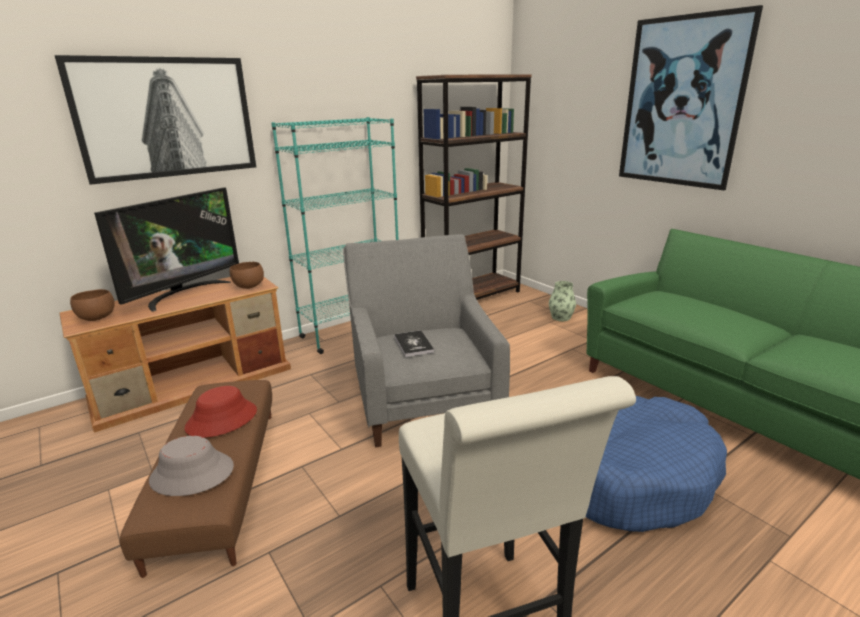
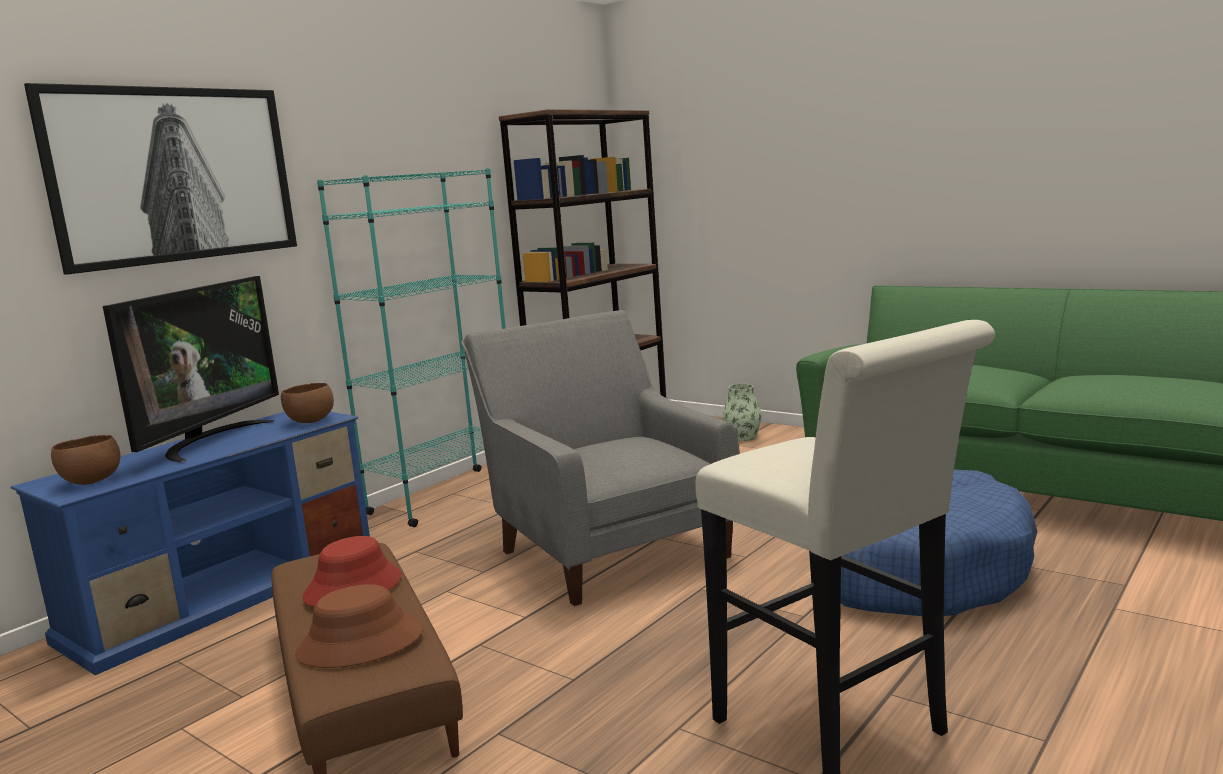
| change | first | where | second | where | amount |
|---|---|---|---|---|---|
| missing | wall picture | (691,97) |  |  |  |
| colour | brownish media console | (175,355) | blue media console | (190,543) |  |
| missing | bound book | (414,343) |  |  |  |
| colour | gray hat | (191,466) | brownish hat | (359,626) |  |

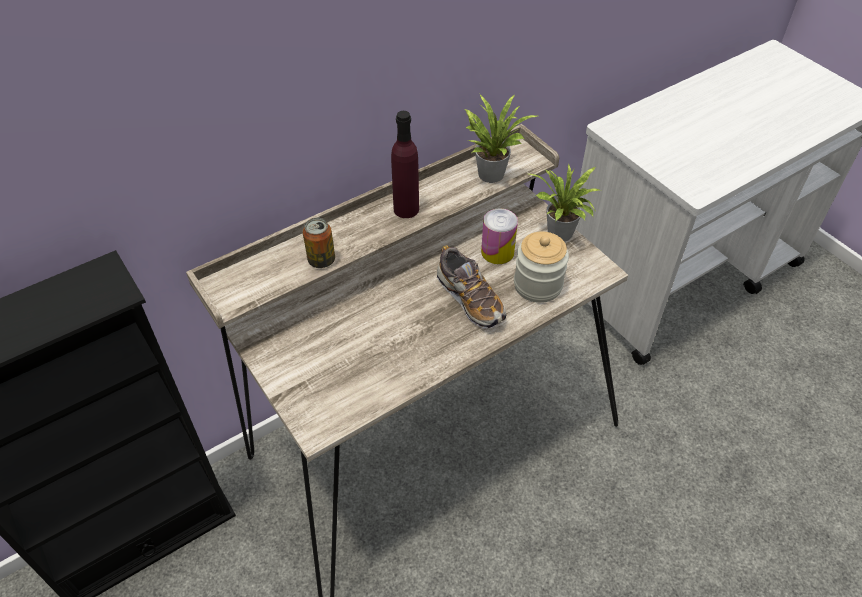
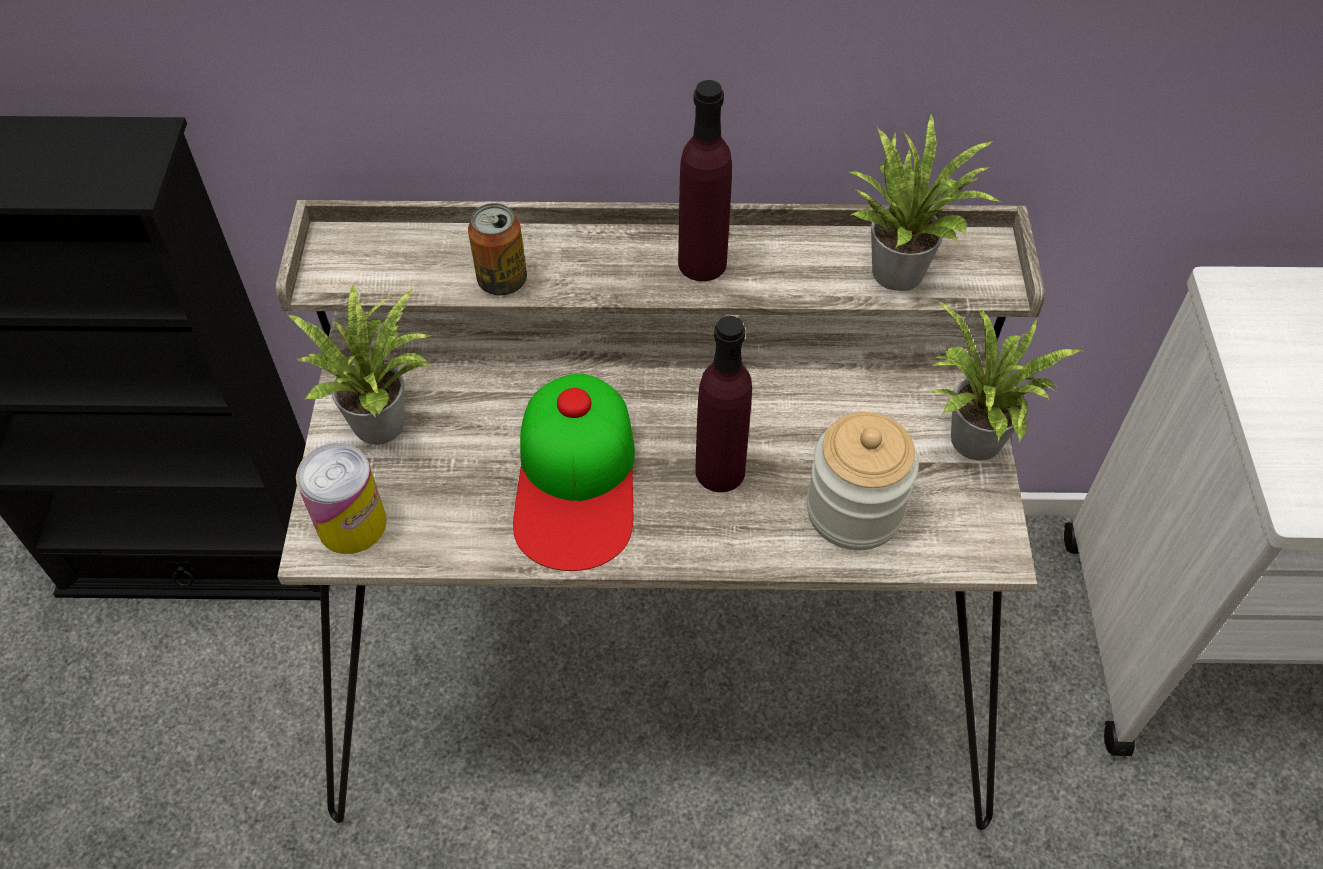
| change | first | where | second | where | amount |
|---|---|---|---|---|---|
| relocated | metal can | (499,236) |  | (341,498) |  |
| exchanged | low shoe | (471,287) | purplish drink bottle | (723,404) |  |
| appeared |  |  | houseplant | (360,363) |  |
| appeared |  |  | peaked cap | (574,472) |  |

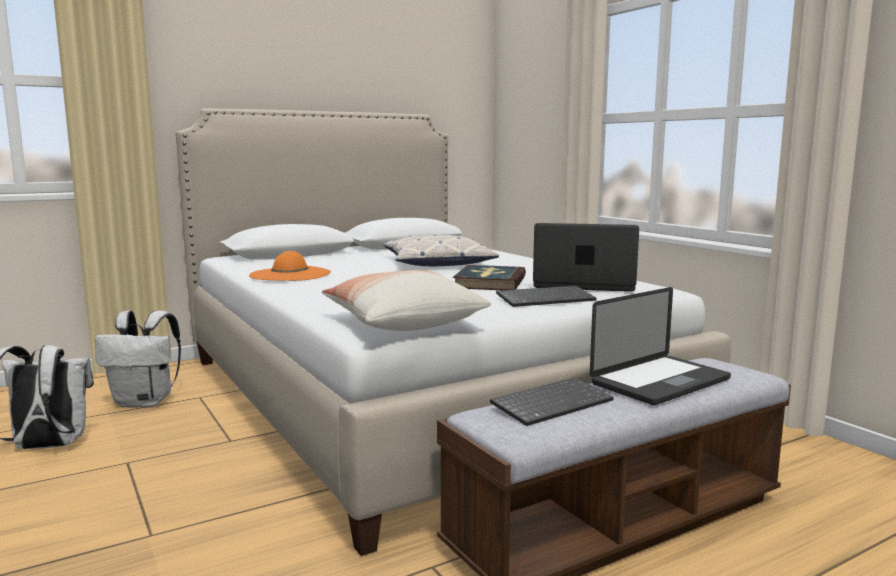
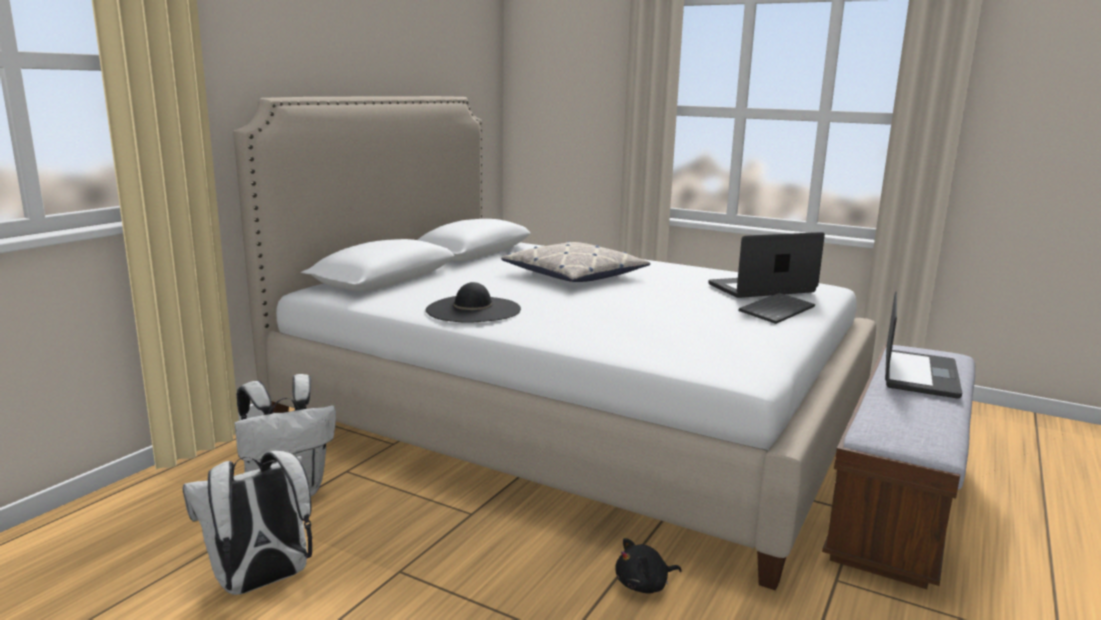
| change | first | where | second | where | amount |
|---|---|---|---|---|---|
| colour | orange hat | (290,266) | black-coloured hat | (473,302) |  |
| missing | bound book | (489,277) |  |  |  |
| missing | cushion | (406,300) |  |  |  |
| missing | PC keyboard | (552,401) |  |  |  |
| appeared |  |  | black-coloured soft toy | (648,565) |  |

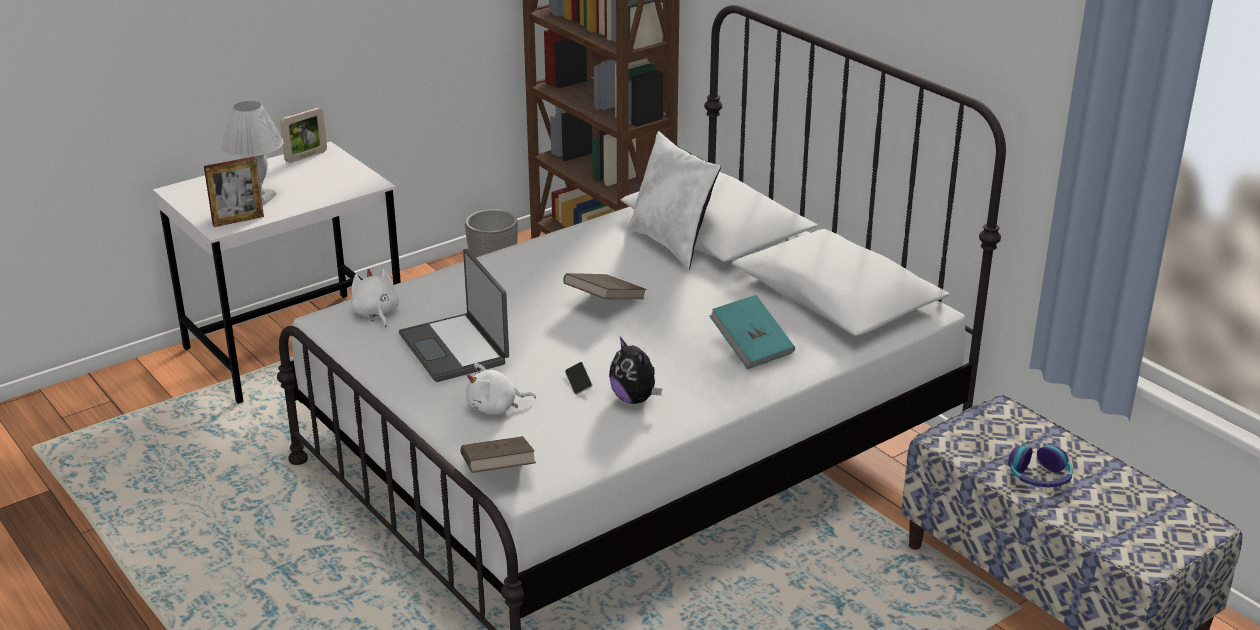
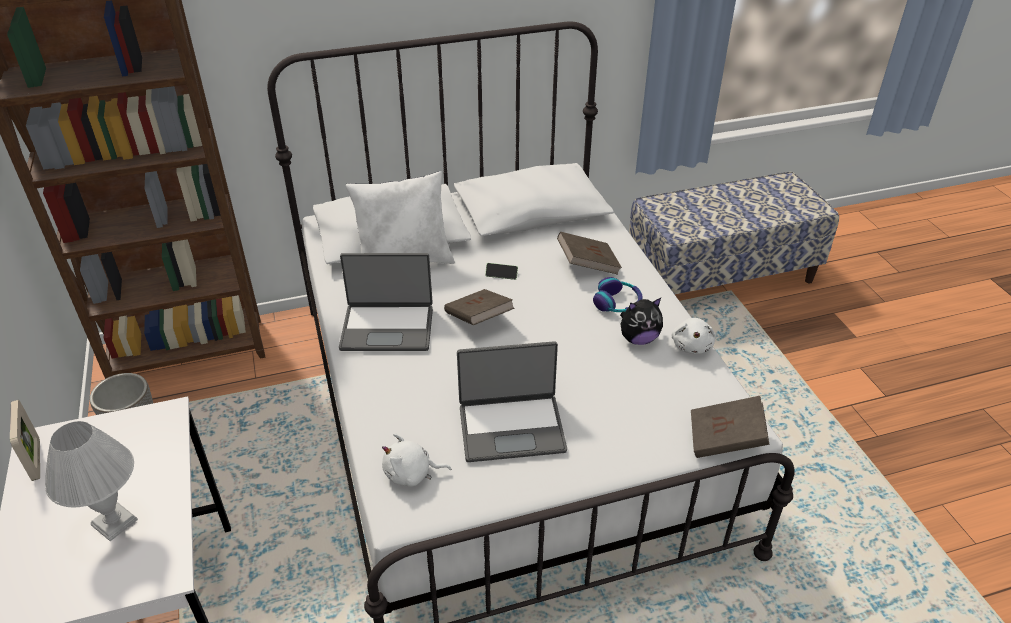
| change | first | where | second | where | amount |
|---|---|---|---|---|---|
| missing | photo frame | (234,192) |  |  |  |
| colour | turquoise bound book | (752,332) | brownish bound book | (589,253) |  |
| relocated | phone | (579,378) |  | (501,271) |  |
| relocated | white soft toy | (501,388) |  | (693,336) |  |
| relocated | pair of headphones | (1040,466) |  | (618,294) |  |
| appeared |  |  | notebook computer | (386,302) |  |

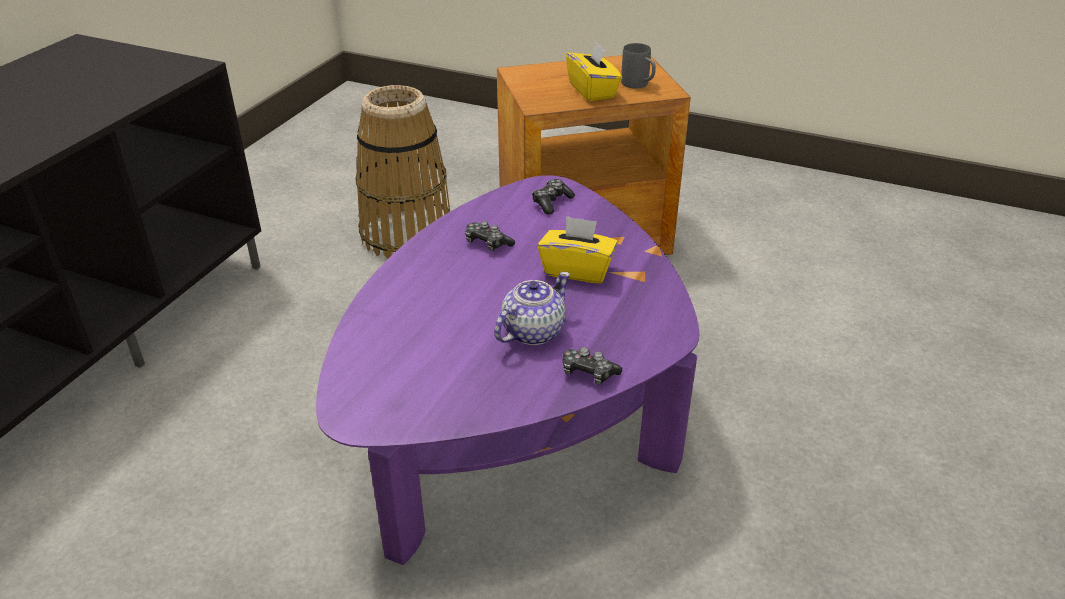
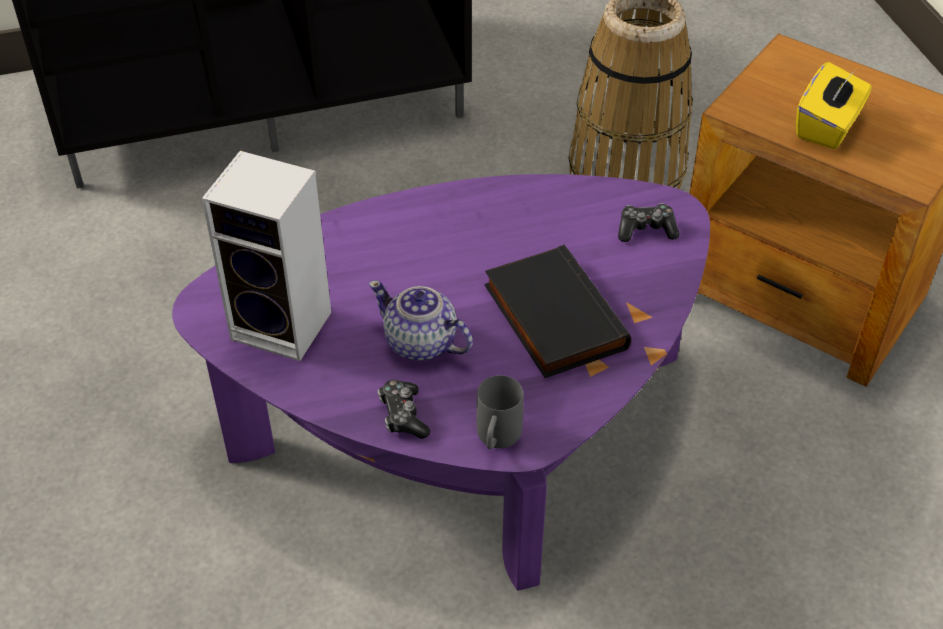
| change | first | where | second | where | amount |
|---|---|---|---|---|---|
| relocated | gray mug | (638,66) |  | (500,412) |  |
| exchanged | yellowish tissue box | (578,249) | black-coloured bound book | (558,311) |  |
| missing | gamepad | (490,236) |  |  |  |
| spun | teapot | (532,308) |  | (420,320) | 150 degrees counterclockwise |
| appeared |  |  | speaker | (266,256) |  |

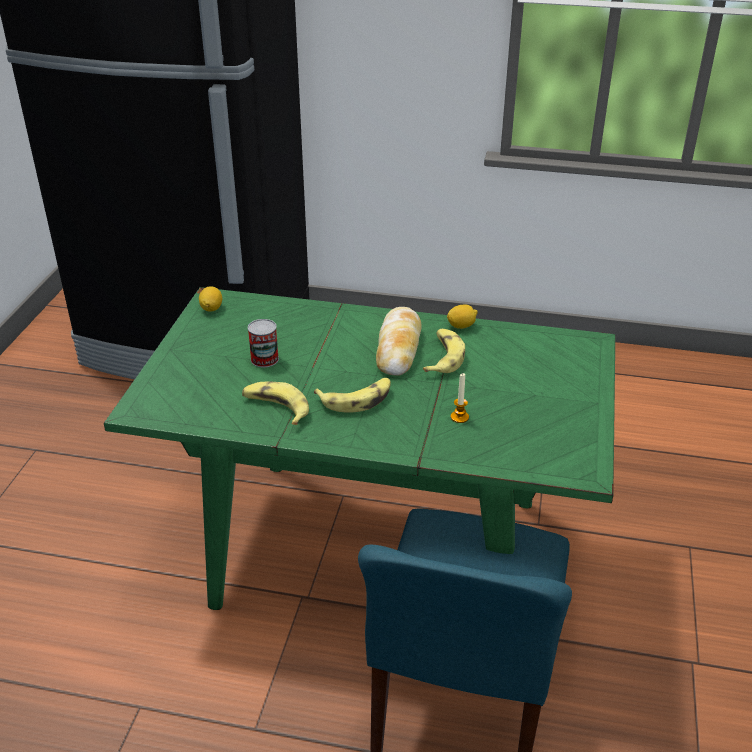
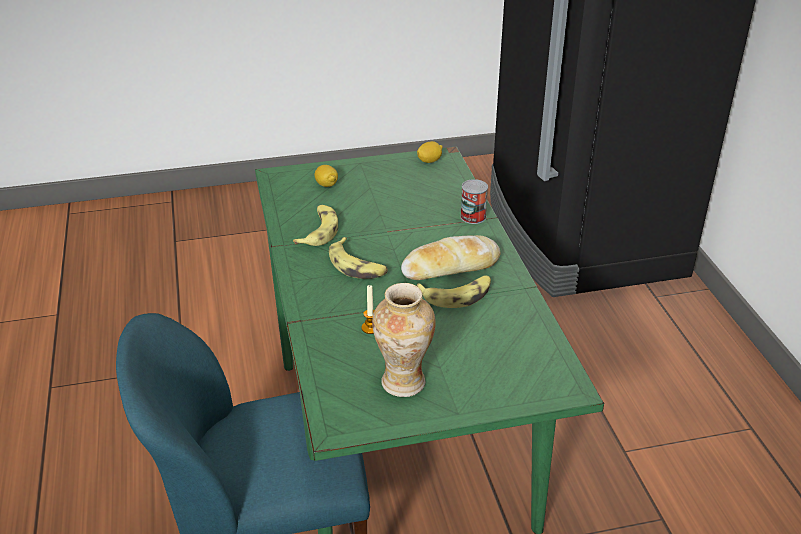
| change | first | where | second | where | amount |
|---|---|---|---|---|---|
| relocated | lemon | (462,316) |  | (326,176) |  |
| relocated | metal can | (263,343) |  | (474,201) |  |
| appeared |  |  | decorative vase | (404,340) |  |

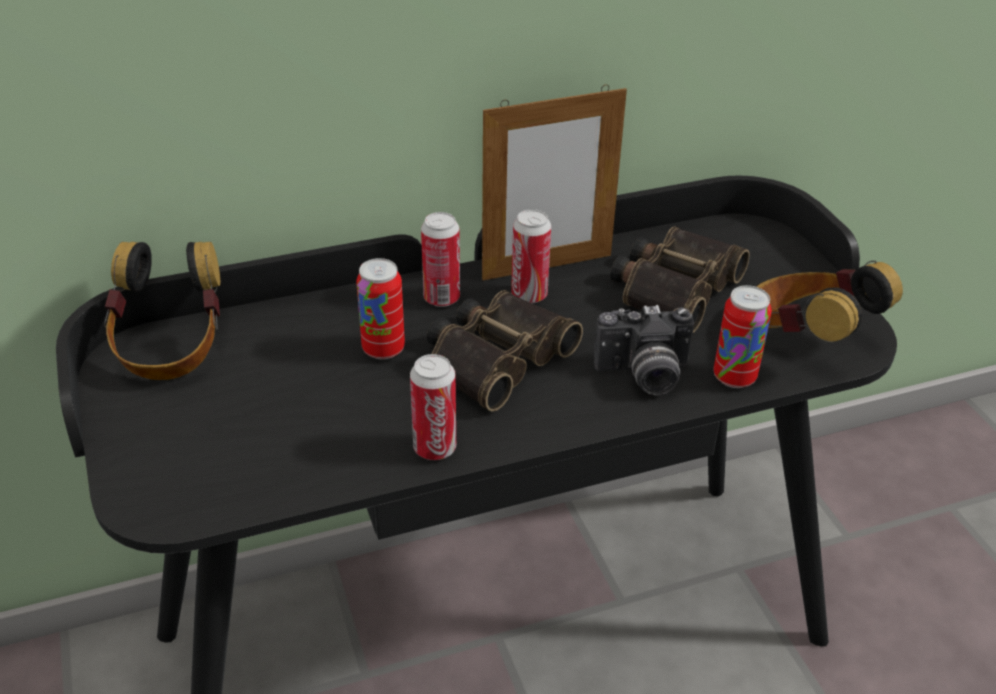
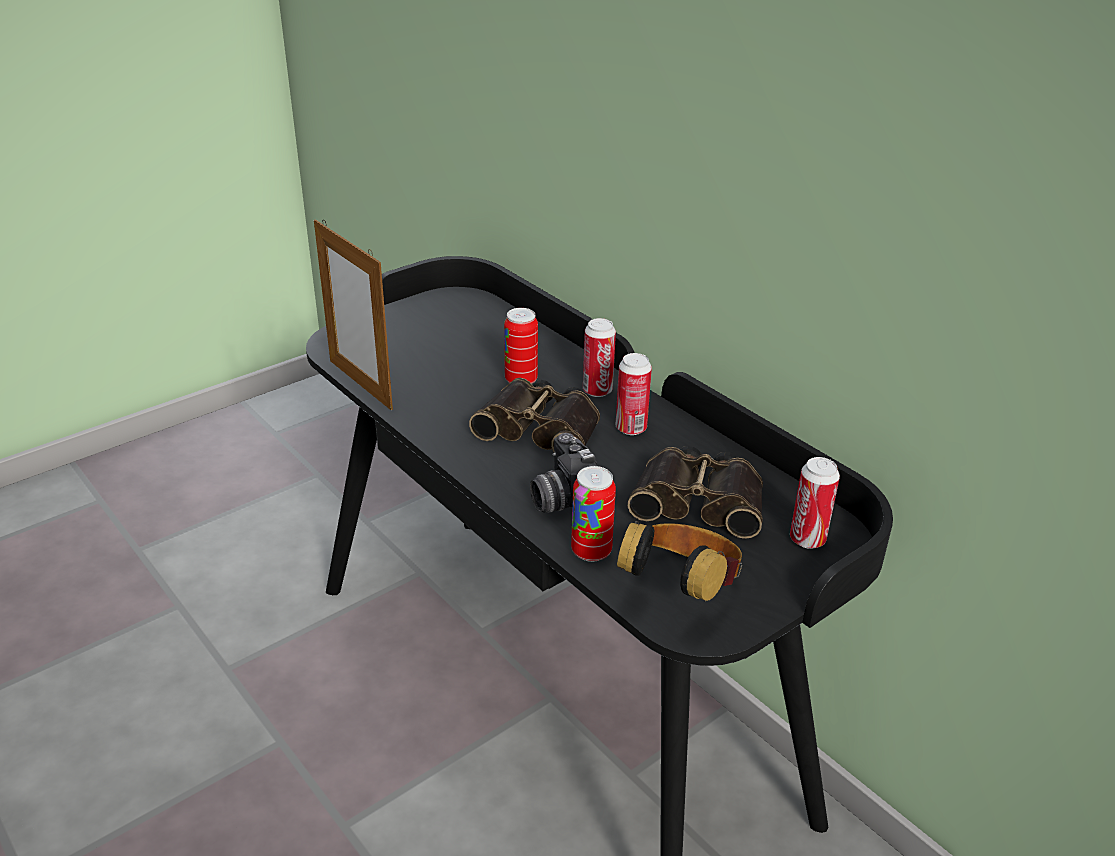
| change | first | where | second | where | amount |
|---|---|---|---|---|---|
| relocated | photo frame | (554,182) |  | (353,314) |  |
| missing | pair of headphones | (162,311) |  |  |  |
| relocated | metal can | (433,407) |  | (815,503) |  |

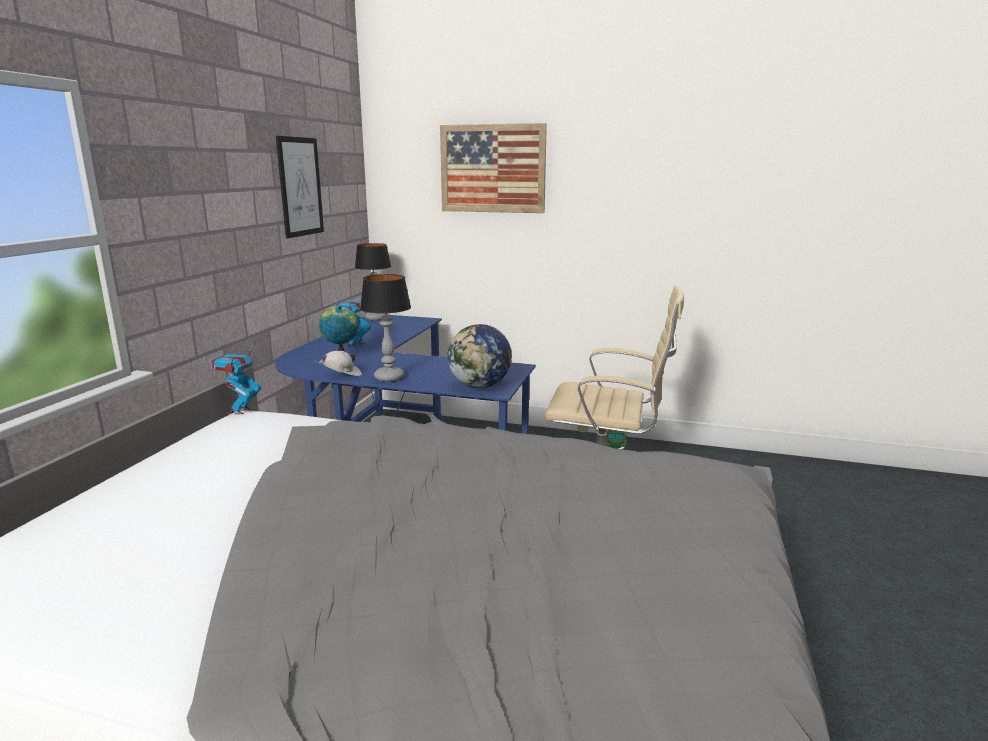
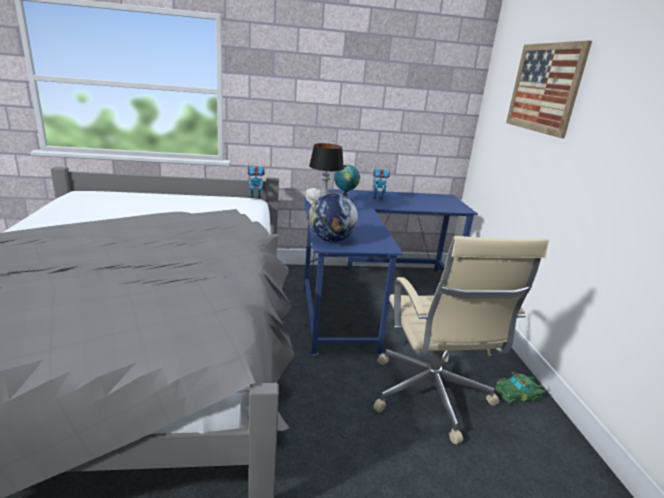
| change | first | where | second | where | amount |
|---|---|---|---|---|---|
| missing | wall picture | (300,187) |  |  |  |
| missing | table lamp | (373,281) |  |  |  |

